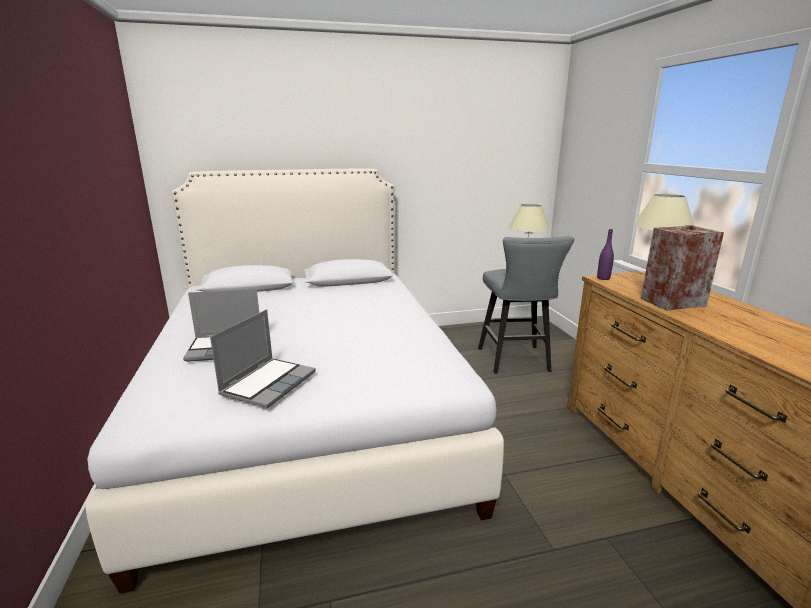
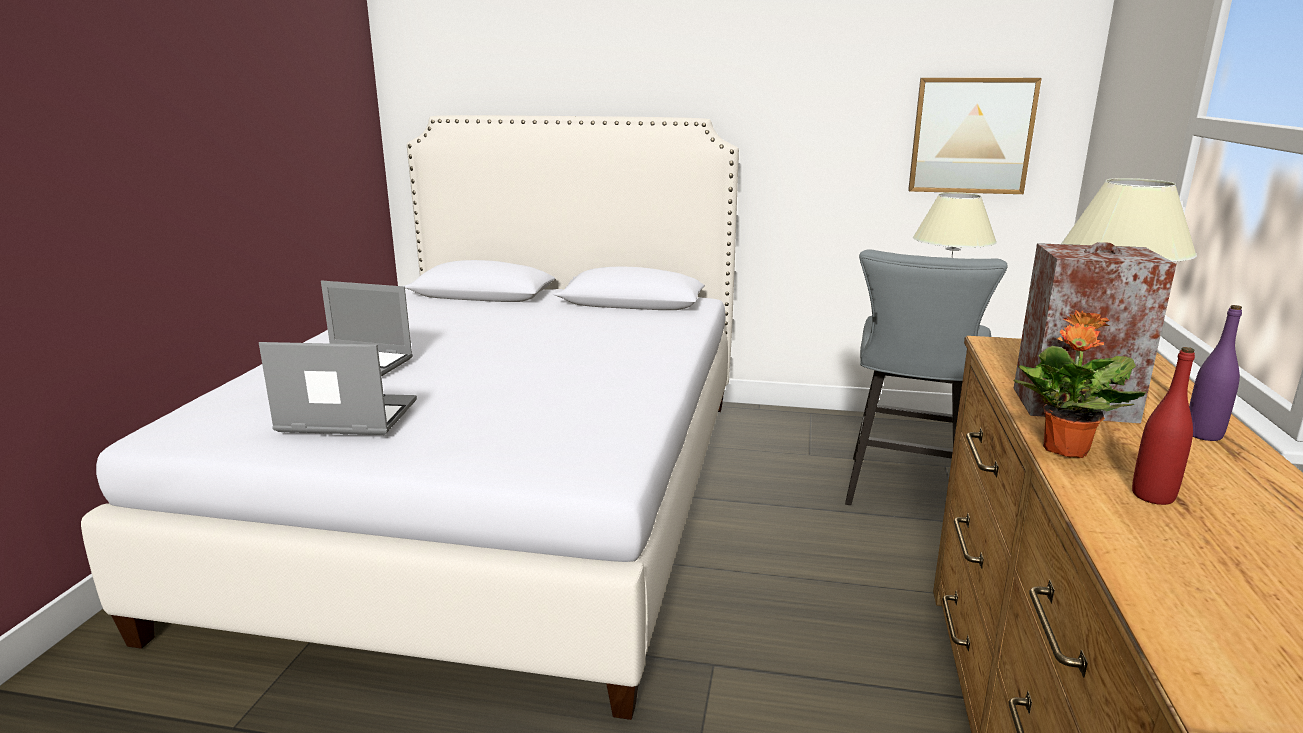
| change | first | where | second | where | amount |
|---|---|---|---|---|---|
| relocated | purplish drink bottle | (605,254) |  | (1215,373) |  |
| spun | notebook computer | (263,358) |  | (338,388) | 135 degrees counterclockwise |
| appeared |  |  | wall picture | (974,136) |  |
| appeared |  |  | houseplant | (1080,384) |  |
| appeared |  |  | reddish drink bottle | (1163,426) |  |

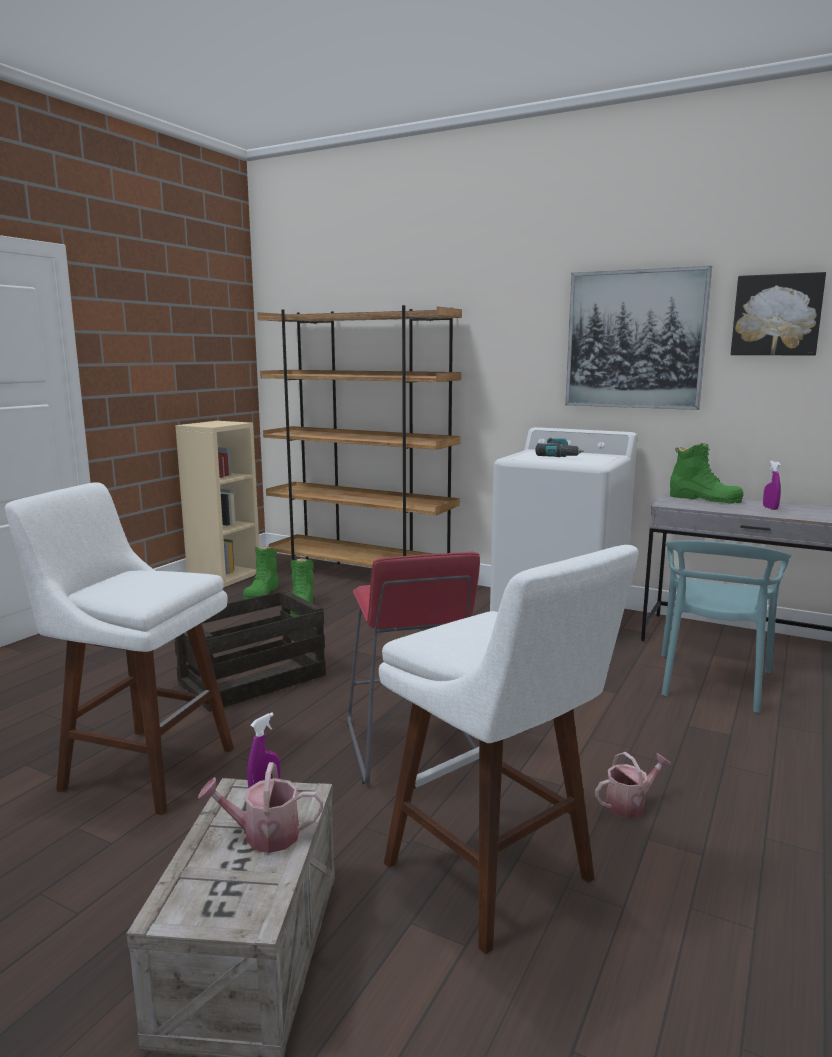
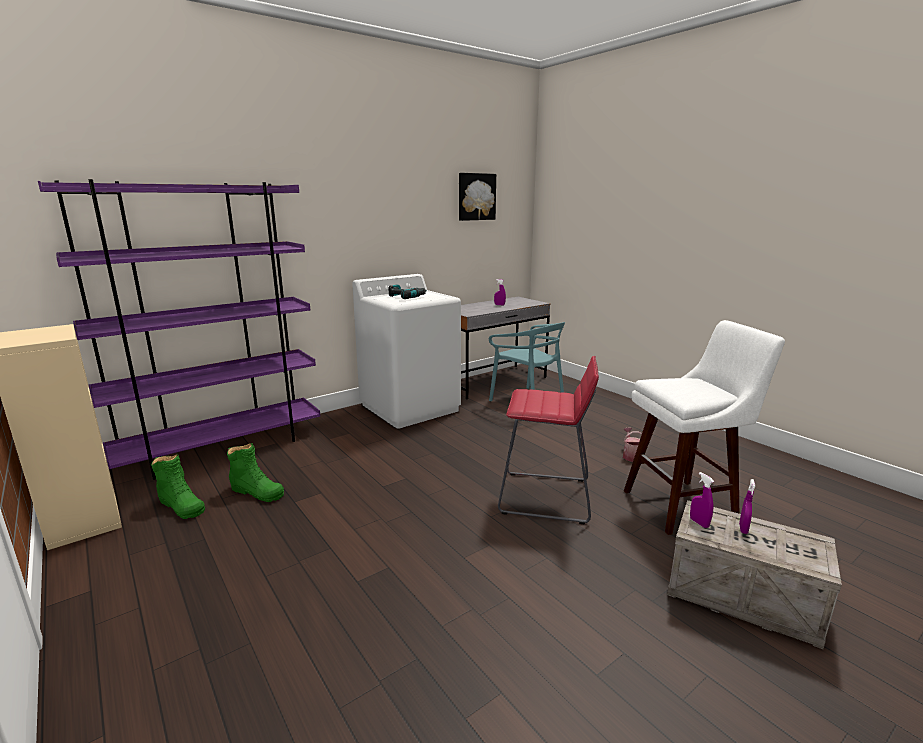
| change | first | where | second | where | amount |
|---|---|---|---|---|---|
| missing | wall picture | (638,338) |  |  |  |
| colour | brownish bookcase | (359,436) | purplish bookcase | (179,329) |  |
| missing | green boot | (707,473) |  |  |  |
| missing | white stool | (119,648) |  |  |  |
| missing | crate | (250,651) |  |  |  |
| exchanged | watering pot | (260,807) | purplish hand sprayer | (747,506) |  |

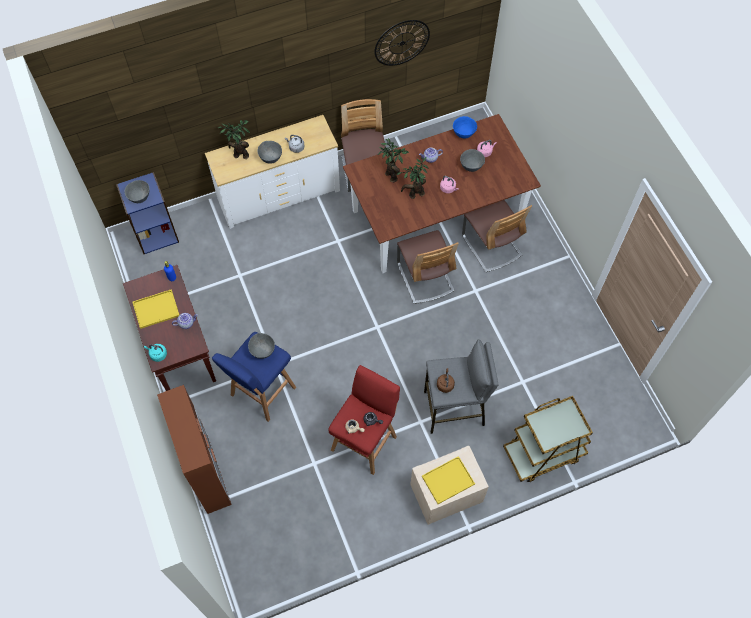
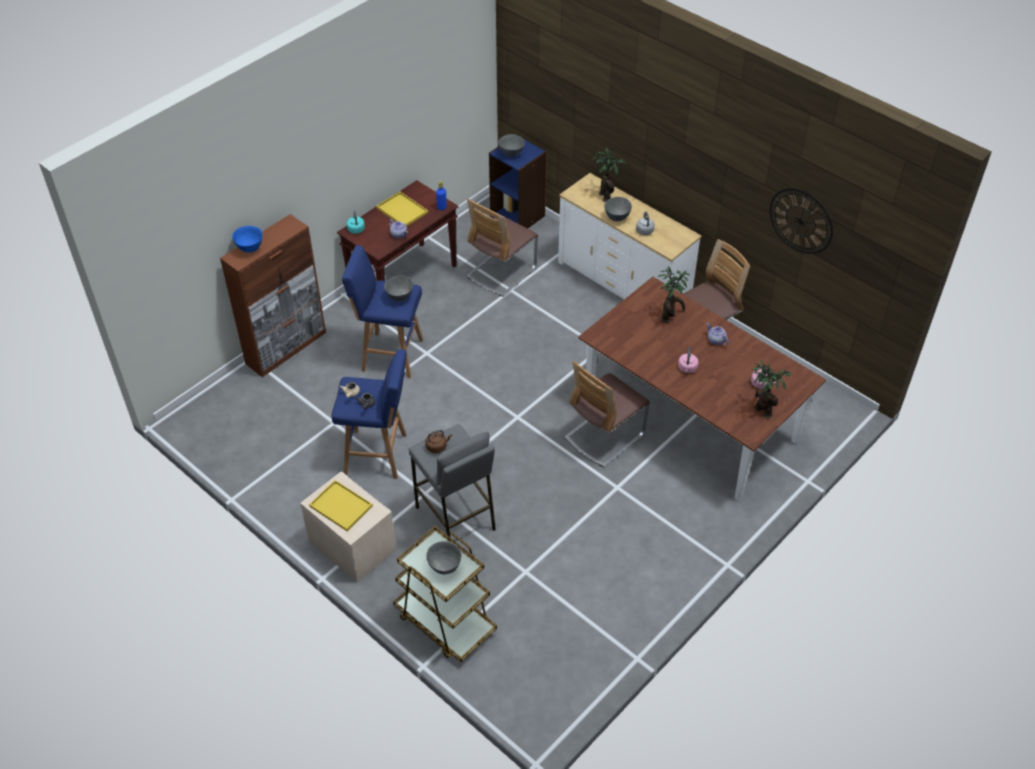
| change | first | where | second | where | amount |
|---|---|---|---|---|---|
| relocated | blue deep dish | (465,127) |  | (247,239) |  |
| relocated | gray deep dish | (472,160) |  | (444,557) |  |
| relocated | houseplant | (413,178) |  | (771,389) |  |
| relocated | plain chair | (497,236) |  | (502,248) |  |
| colour | reddish stool | (364,420) | blue stool | (369,414) |  |

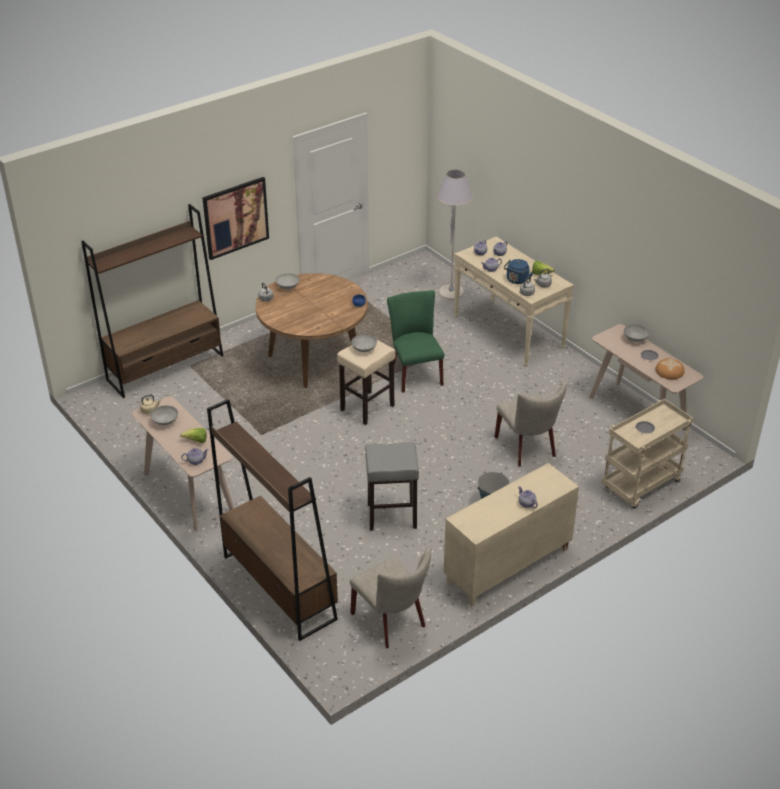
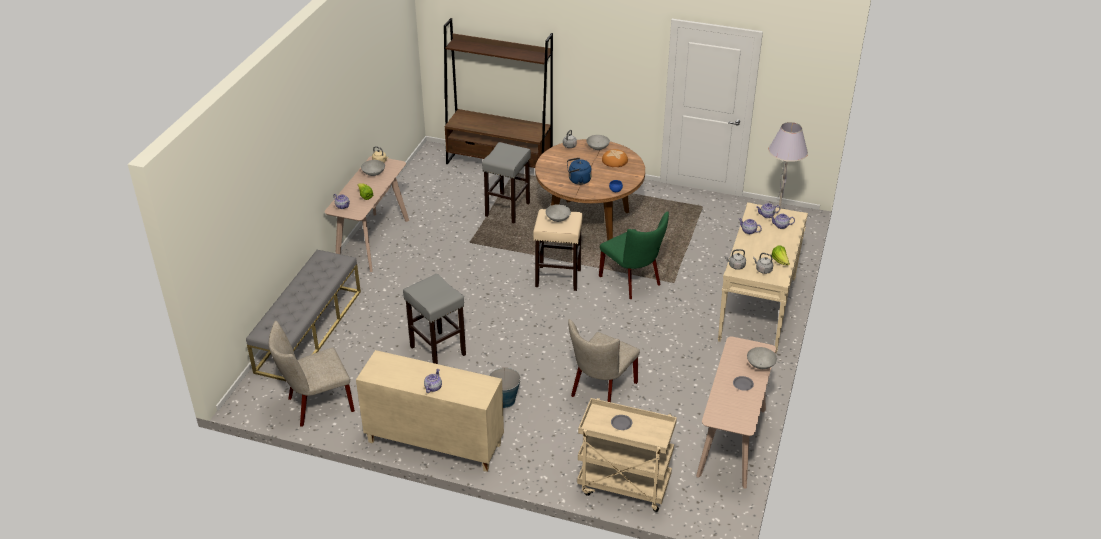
| change | first | where | second | where | amount |
|---|---|---|---|---|---|
| missing | wall picture | (235,218) |  |  |  |
| relocated | blue water kettle | (518,271) |  | (579,171) |  |
| spun | green plain chair | (415,341) |  | (634,255) | 105 degrees clockwise |
| relocated | baked bread | (670,368) |  | (615,158) |  |
| exchanged | brownish bookcase | (272,520) | gray indoor bench | (303,316) |  |
| spun | beige-coloured plain chair | (390,597) |  | (312,374) | 45 degrees clockwise |
| appeared |  |  | gray stool | (506,183) |  |

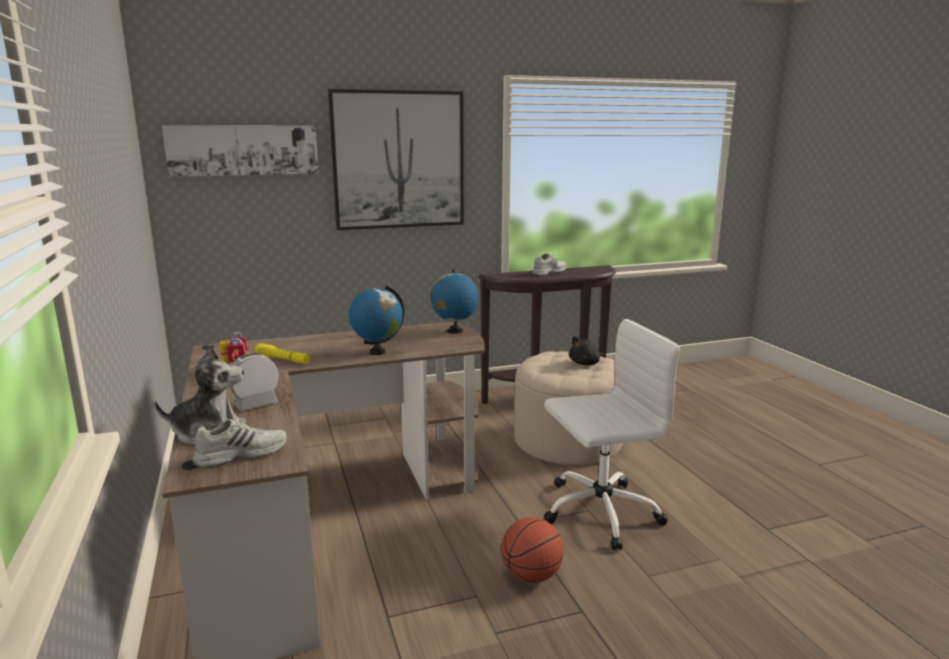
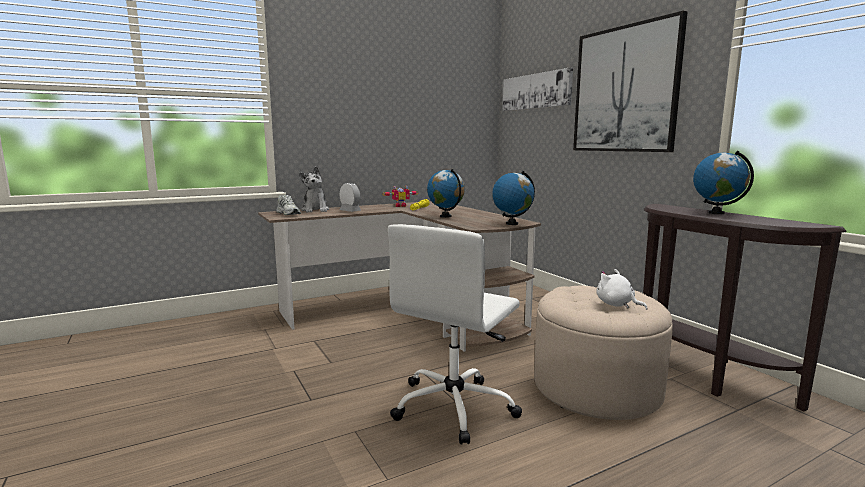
| change | first | where | second | where | amount |
|---|---|---|---|---|---|
| exchanged | white low shoe | (548,264) | globe | (723,182) |  |
| spun | white computer chair | (612,434) |  | (455,334) | 60 degrees clockwise |
| colour | black-coloured soft toy | (587,350) | white soft toy | (622,289) |  |
| missing | basketball ball | (532,550) |  |  |  |

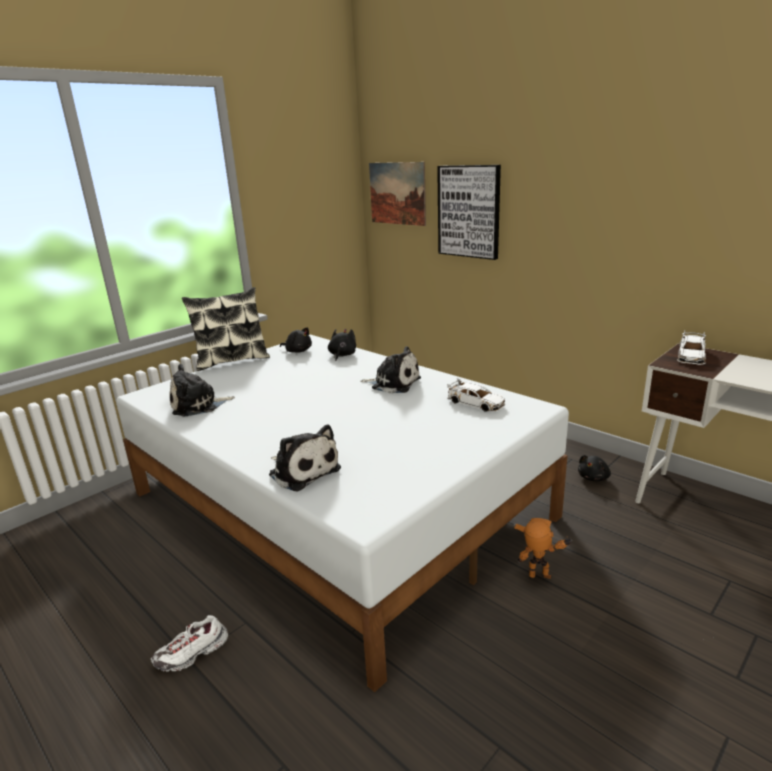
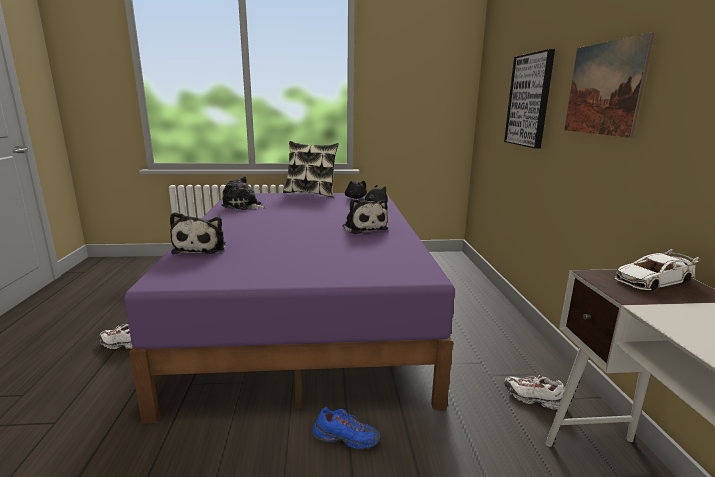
| change | first | where | second | where | amount |
|---|---|---|---|---|---|
| relocated | wall picture | (397,194) |  | (609,85) |  |
| colour | white sleeping bed | (342,513) | purplish sleeping bed | (289,308) |  |
| missing | white miniature car | (476,395) |  |  |  |
| exchanged | black-coloured soft toy | (594,468) | white low shoe | (534,392) |  |
| exchanged | robot figure | (543,548) | blue low shoe | (347,428) |  |

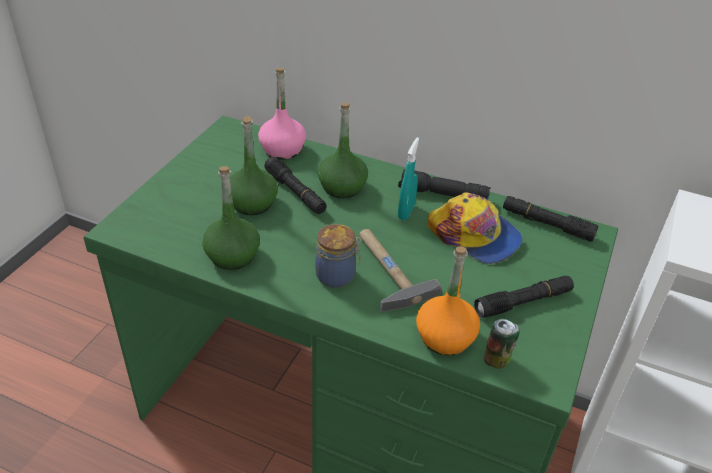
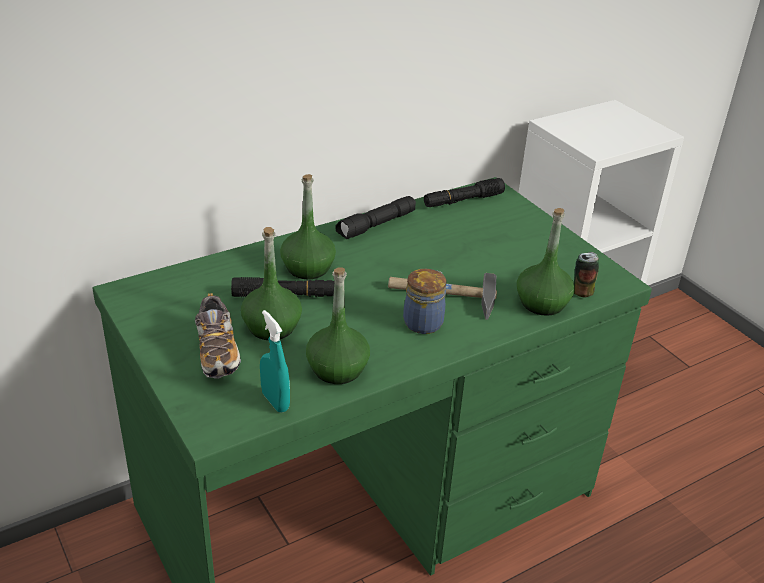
| change | first | where | second | where | amount |
|---|---|---|---|---|---|
| missing | pinkish drink bottle | (282,114) |  |  |  |
| relocated | turquoise hand sprayer | (408,178) |  | (275,361) |  |
| missing | peaked cap | (475,228) |  |  |  |
| colour | orange drink bottle | (448,300) | green drink bottle | (546,262) |  |
| missing | black-coloured hand torch | (524,297) |  |  |  |
| appeared |  |  | low shoe | (218,336) |  |

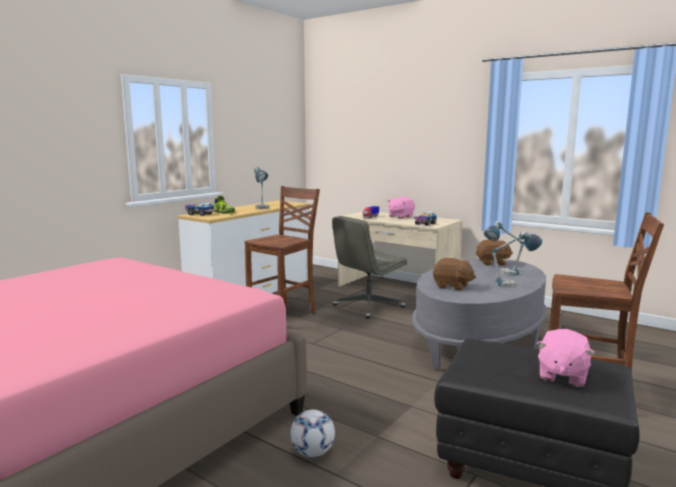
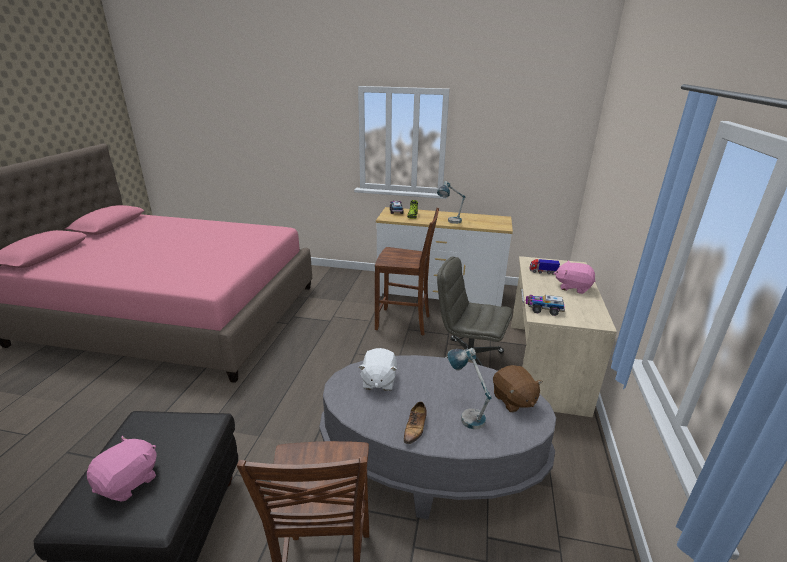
| change | first | where | second | where | amount |
|---|---|---|---|---|---|
| exchanged | table lamp | (517,259) | low shoe | (415,422) |  |
| colour | brownish soft toy | (454,274) | white soft toy | (378,369) |  |
| spun | pinkish soft toy | (565,358) |  | (121,468) | 120 degrees clockwise |
| missing | football ball | (312,433) |  |  |  |

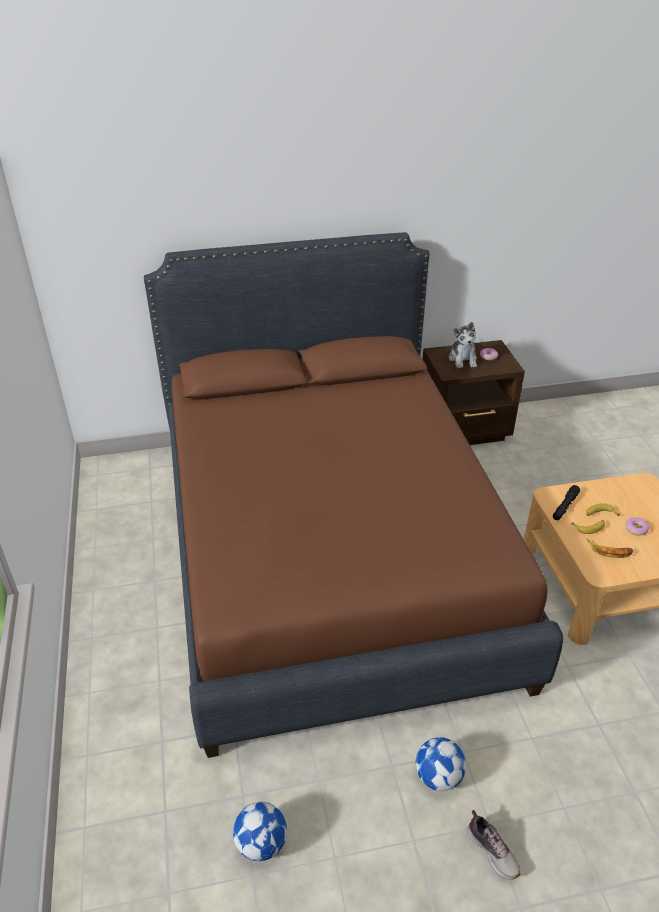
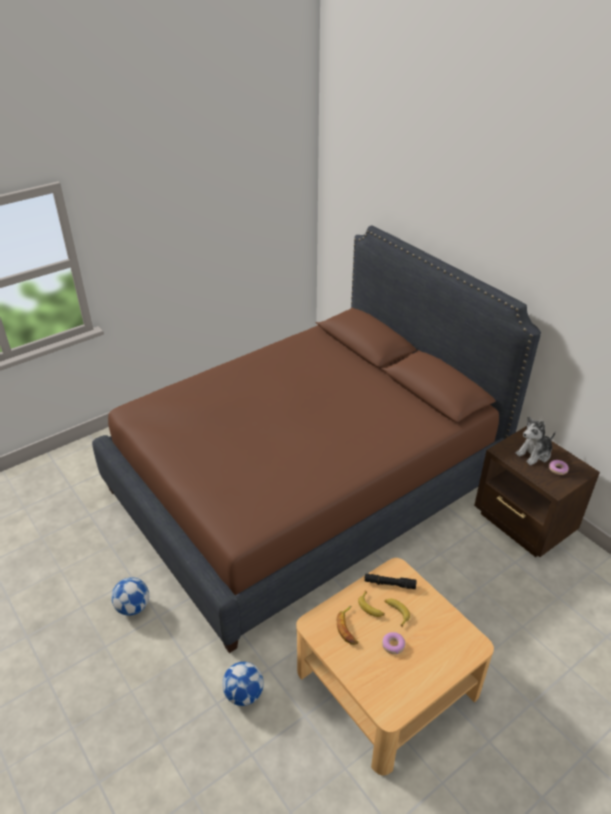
| change | first | where | second | where | amount |
|---|---|---|---|---|---|
| relocated | football ball | (260,831) |  | (243,684) |  |
| missing | low shoe | (494,845) |  |  |  |

